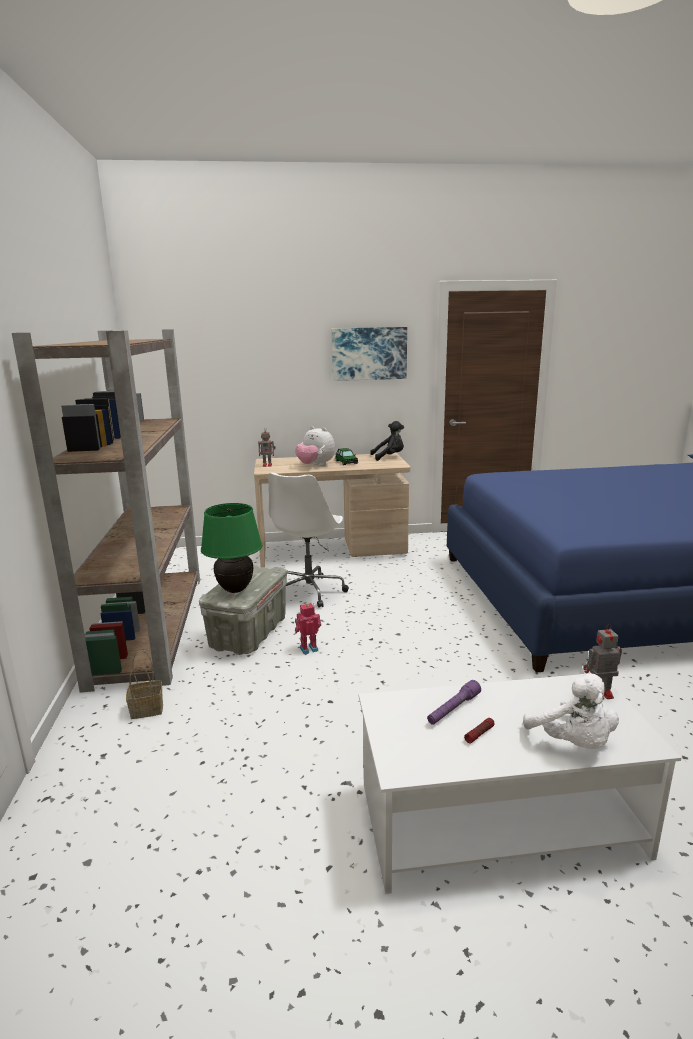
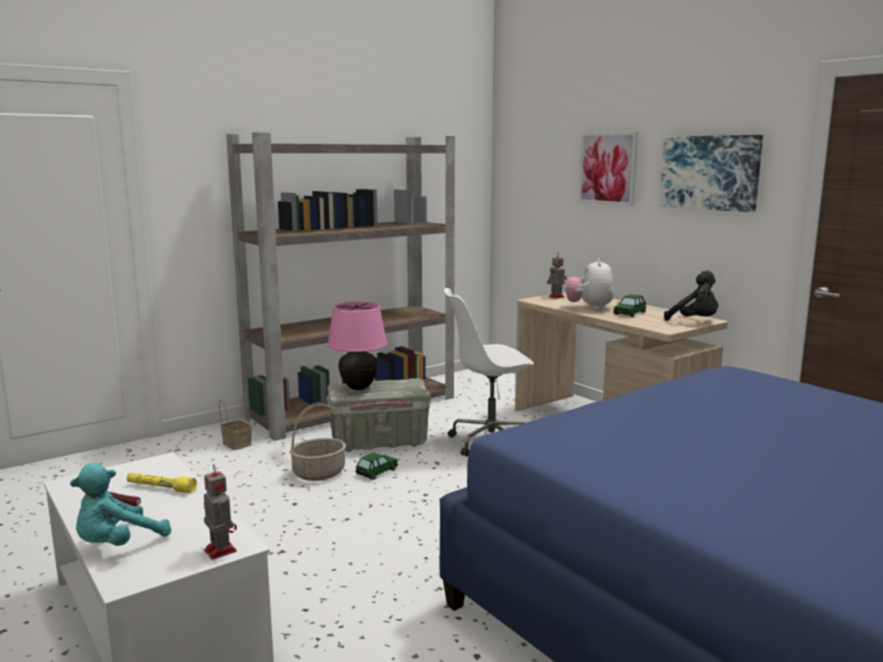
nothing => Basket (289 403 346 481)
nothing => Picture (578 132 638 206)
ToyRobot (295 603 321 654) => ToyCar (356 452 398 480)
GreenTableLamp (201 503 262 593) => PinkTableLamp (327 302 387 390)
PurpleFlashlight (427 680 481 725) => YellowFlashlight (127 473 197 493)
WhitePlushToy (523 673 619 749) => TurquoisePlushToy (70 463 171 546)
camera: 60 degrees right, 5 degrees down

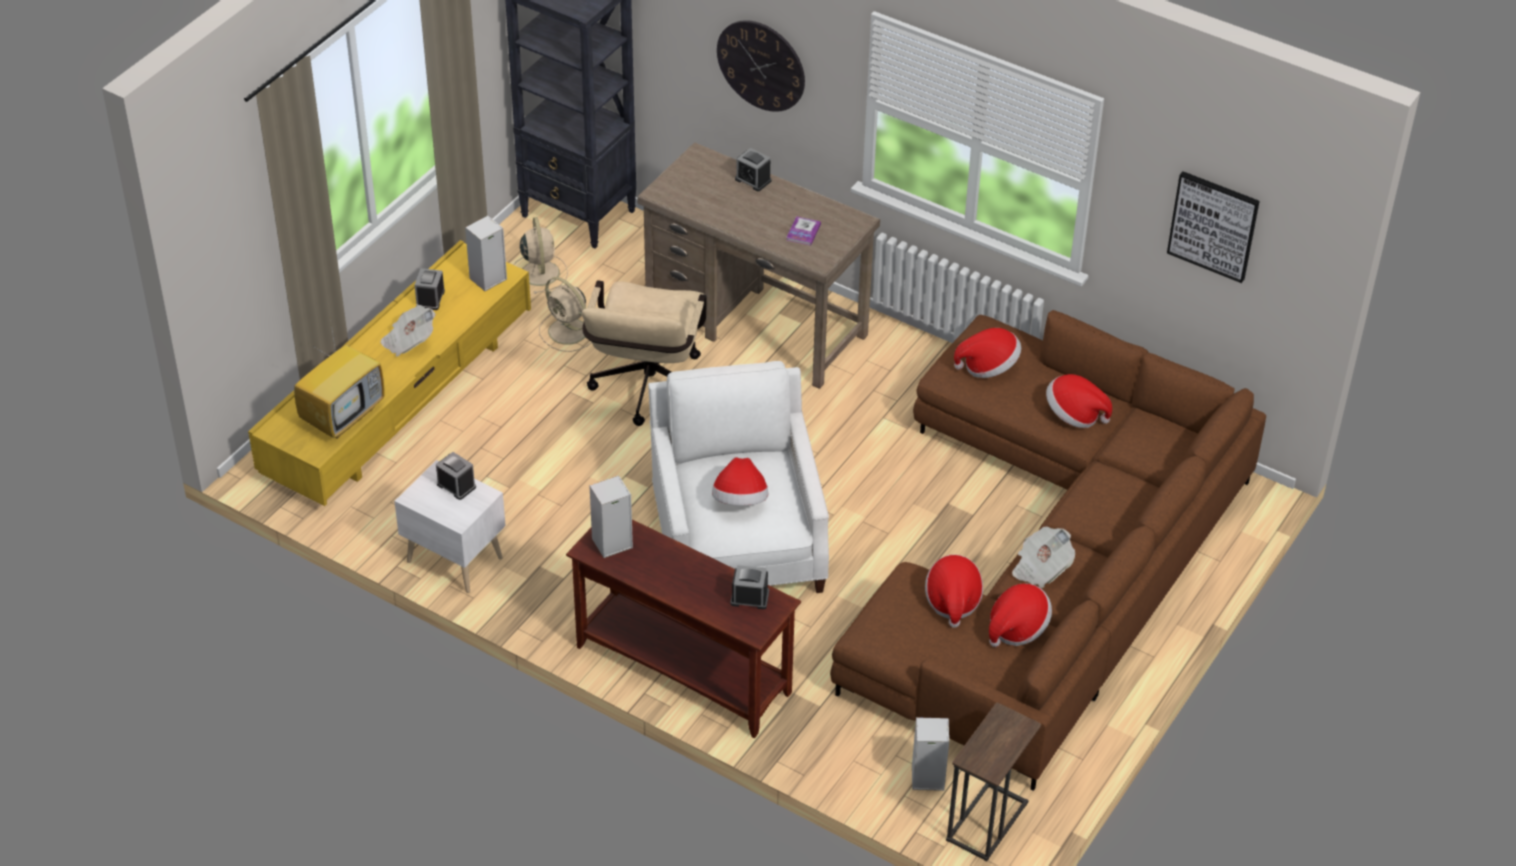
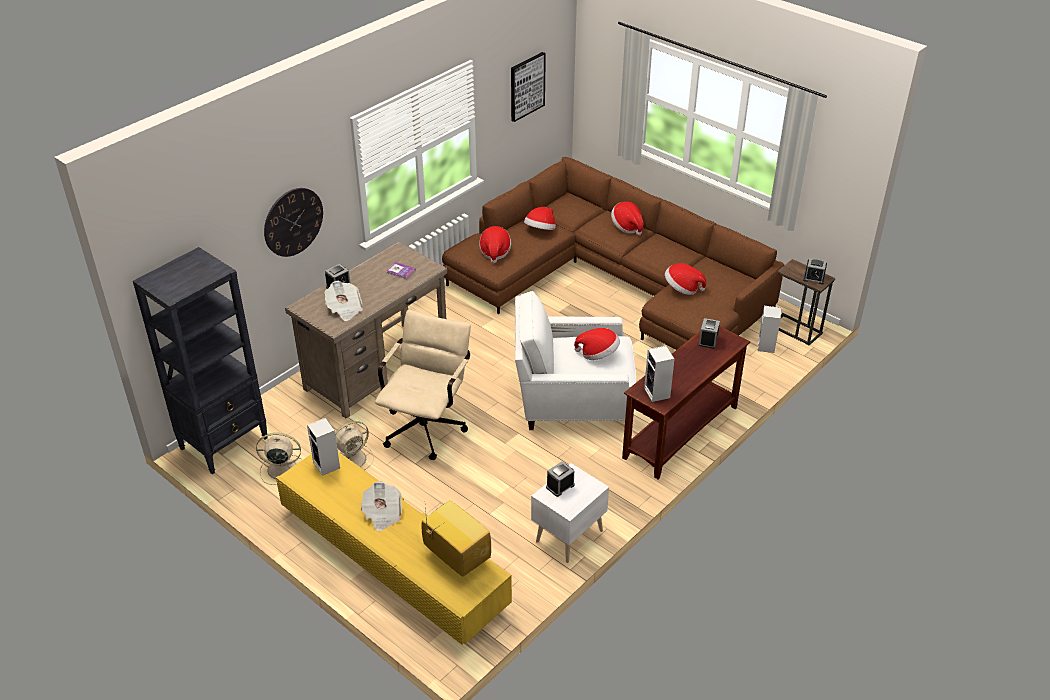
AlarmClock (414 268 445 310) => AlarmClock (803 258 827 285), relocated
Hat (989 583 1052 647) => Hat (611 202 643 235), relocated
Newspaper (1012 526 1075 588) => Newspaper (325 281 363 321), relocated
BeigeOfficeChair (582 280 707 426) => BeigeOfficeChair (375 310 471 460), 90 degrees counterclockwise
camera: 80 degrees left, 5 degrees down

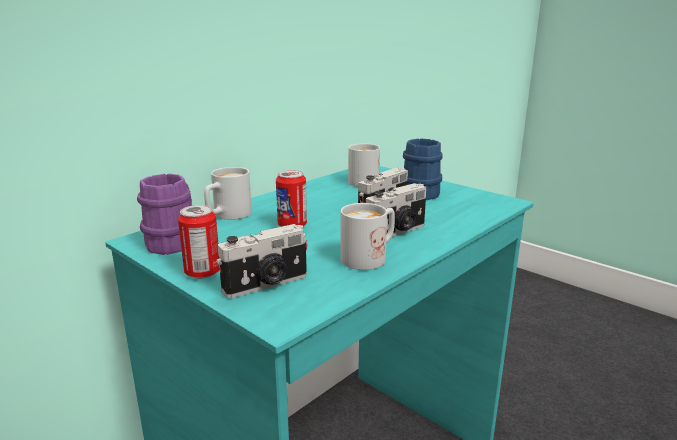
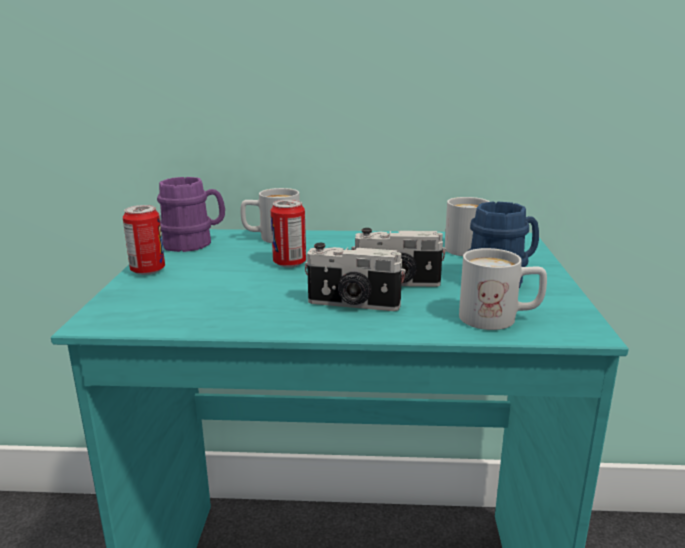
PhotoCamera (216 224 308 298) => nothing
WhiteMug (340 203 395 270) => WhiteMug (459 248 547 330), relocated
camera: 50 degrees right, 0 degrees up

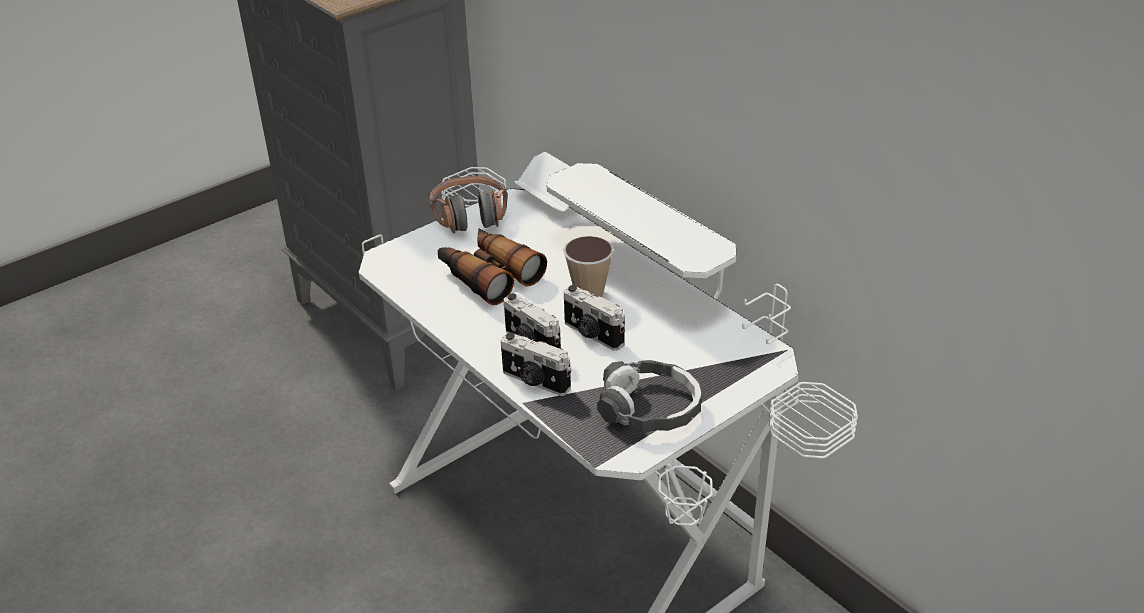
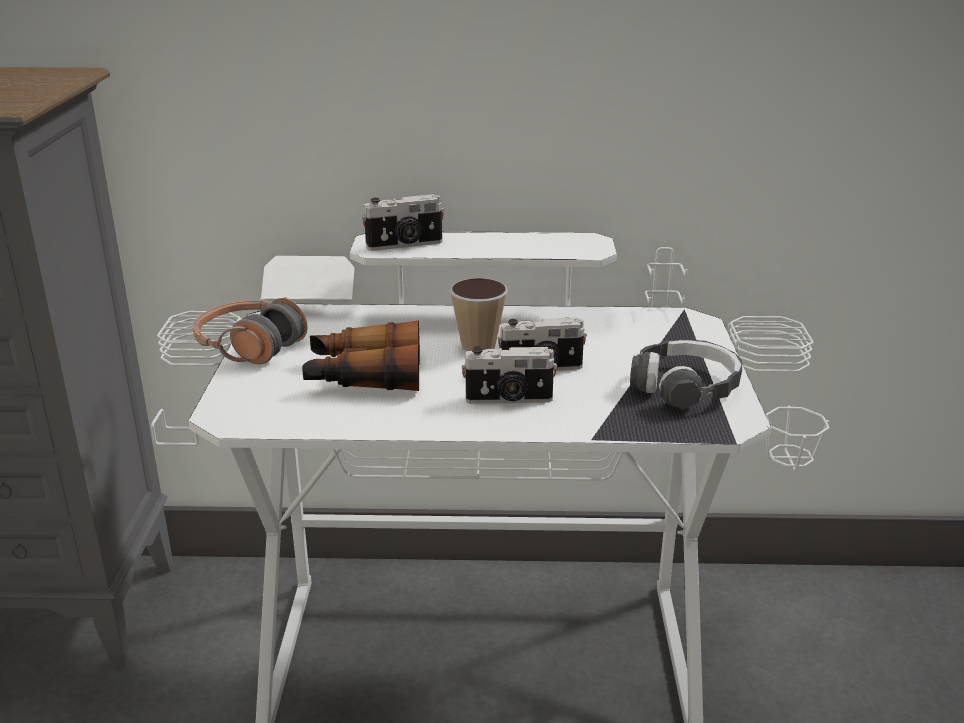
PhotoCamera (501 332 571 396) => PhotoCamera (362 194 444 251), relocated
camera: 50 degrees left, 10 degrees down

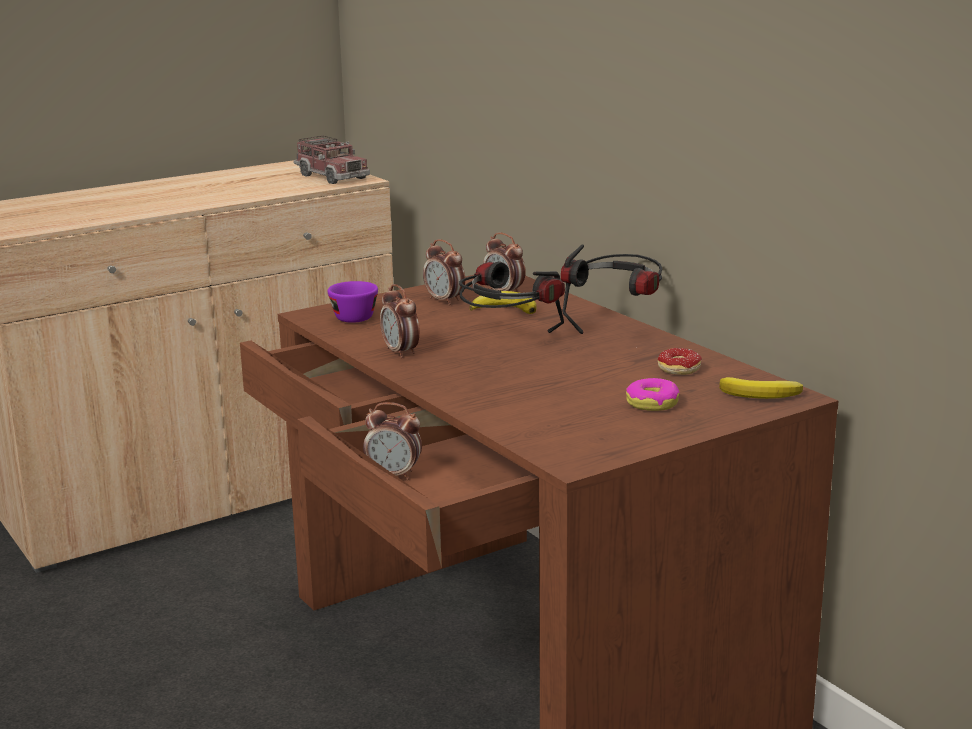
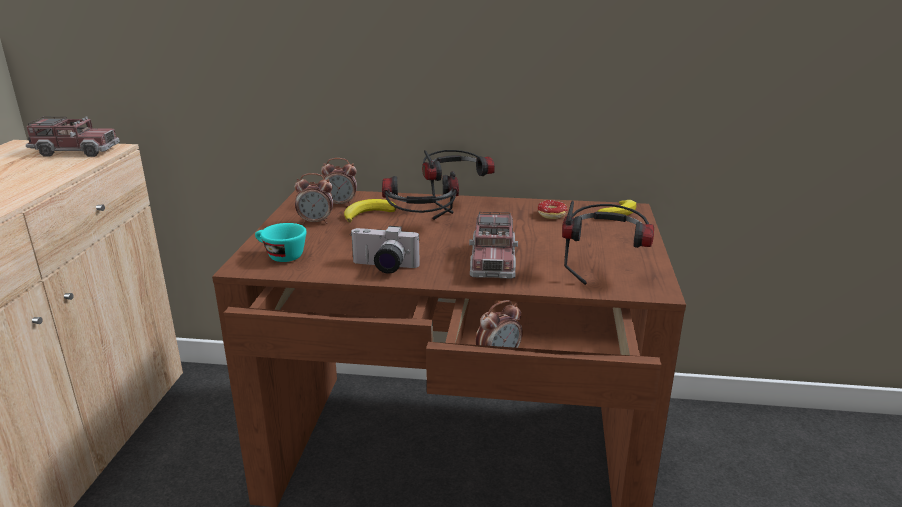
Donut (626 378 680 411) => nothing
nothing => ToyTruck (469 212 518 279)
nothing => Headphones (562 201 654 285)
AlarmClock (380 284 420 358) => PhotoCamera (350 226 420 274)
PurpleCup (328 281 378 323) => TurquoiseCup (255 223 306 262)
camera: 50 degrees left, 5 degrees up

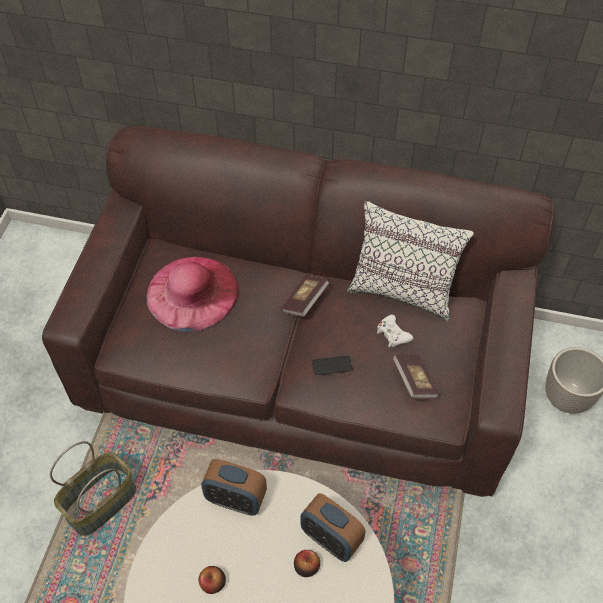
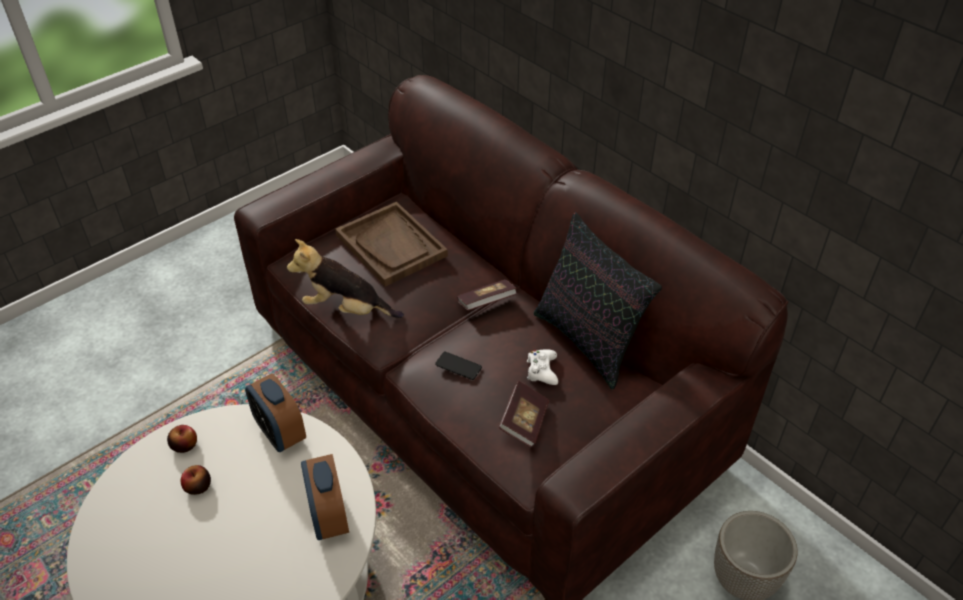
Basket (50 441 136 536) => nothing
nothing => PlushToy (287 239 404 318)
Apple (294 550 320 577) => Apple (167 425 197 453), relocated
PinkHat (147 257 239 332) => BrownTray (335 202 448 287)
WhitePillow (347 201 474 321) => BlackPillow (534 212 662 390)
camera: 35 degrees right, 10 degrees down

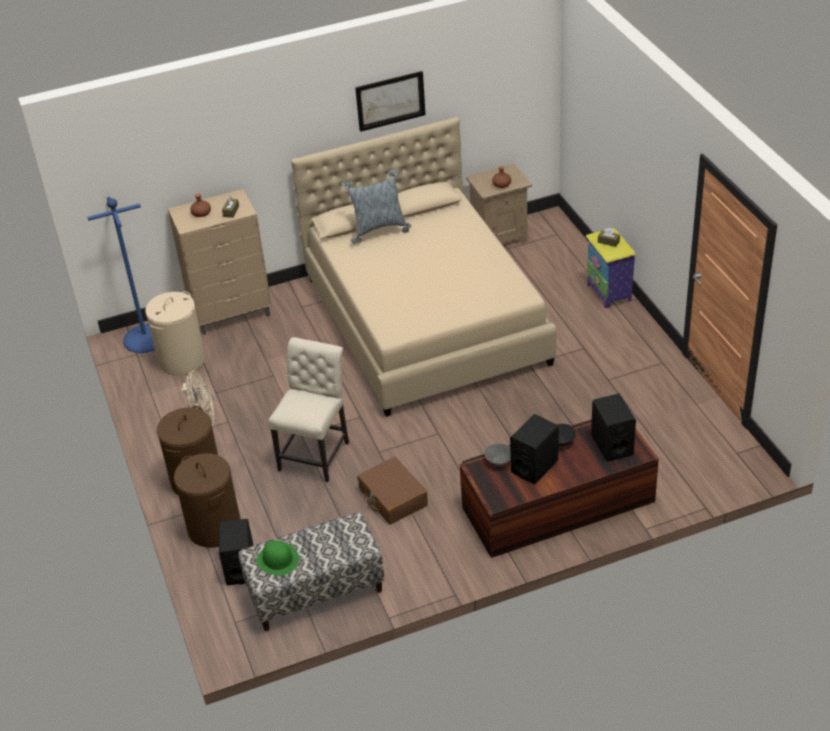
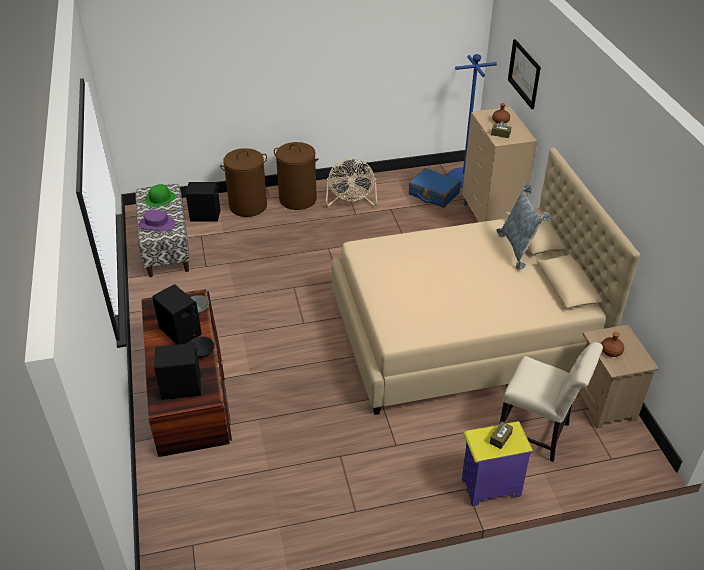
BrownSuitcase (358 457 428 524) => nothing
nothing => PurpleHat (139 209 176 232)
BeigeChair (268 337 349 482) => BeigeChair (500 342 603 462), relocated
Picture (355 71 426 132) => Picture (508 39 541 109), relocated
BeigeLaundryBasket (145 291 205 375) => BlueSuitcase (409 168 461 208)
camera: 95 degrees right, 0 degrees up

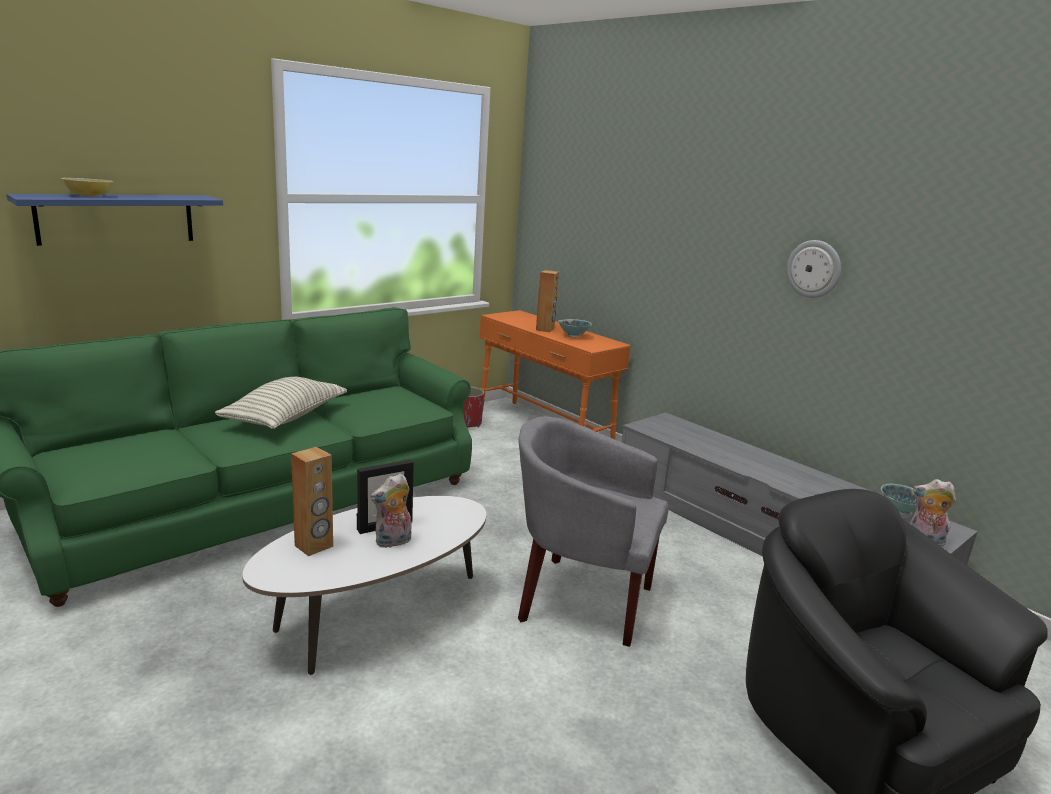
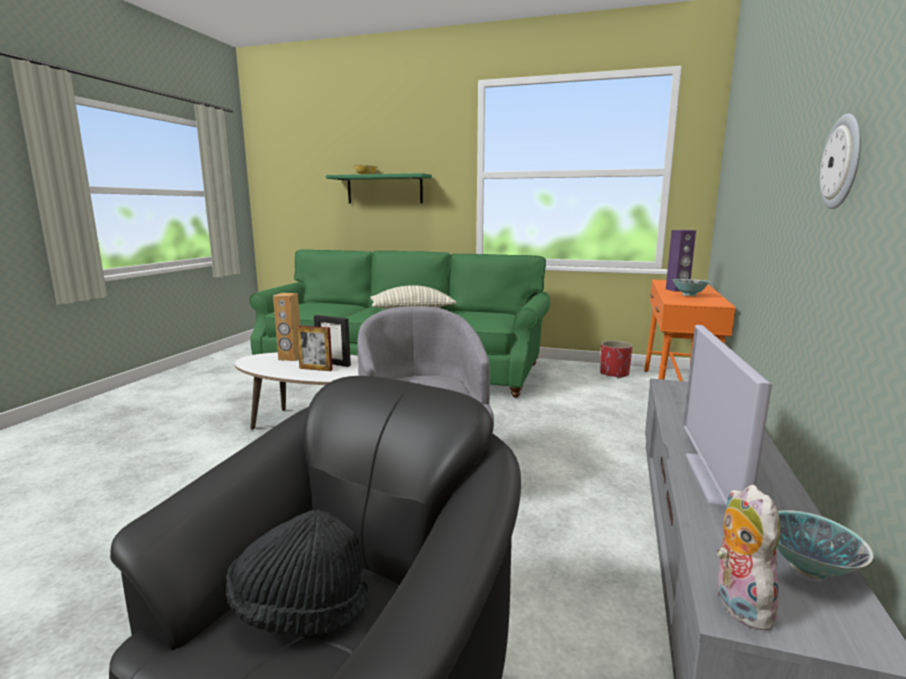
nothing => BlackHat (226 510 368 636)
nothing => Television (683 325 772 506)
PlushToy (370 473 412 548) => PictureFrame (296 326 333 371)
BlueShelf (6 194 223 246) => GreenShelf (326 173 432 204)
BrownSpeaker (536 270 559 332) => PurpleSpeaker (666 230 696 292)
camera: 60 degrees right, 5 degrees down

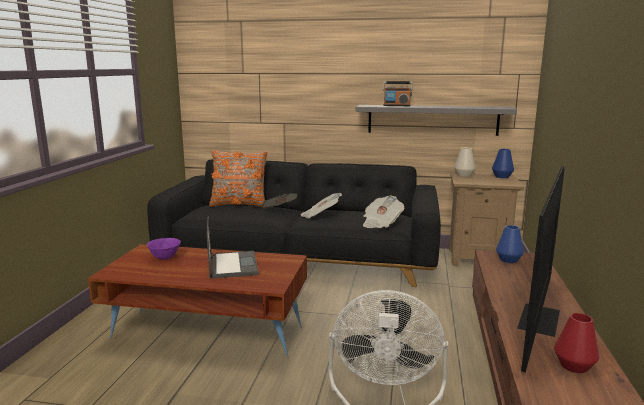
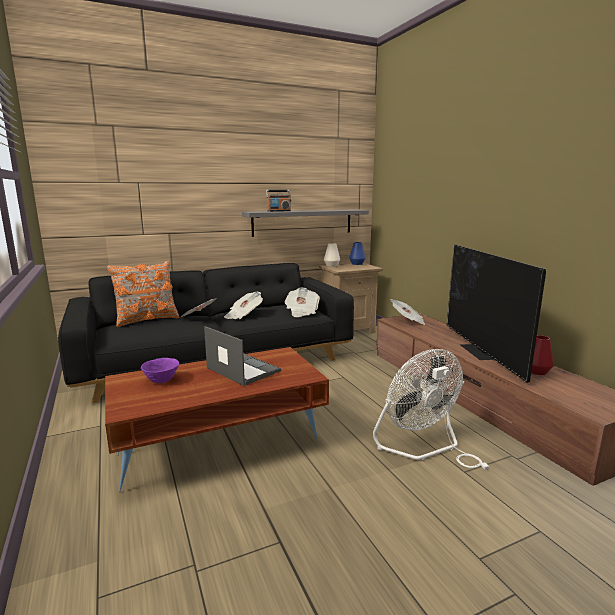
BlueVase (496 225 524 263) => Newspaper (391 299 425 325)
camera: 35 degrees left, 0 degrees up

